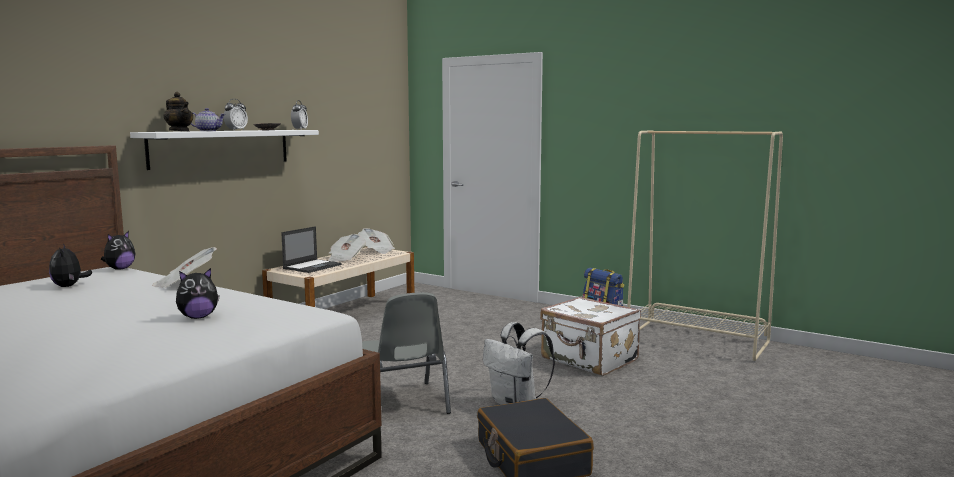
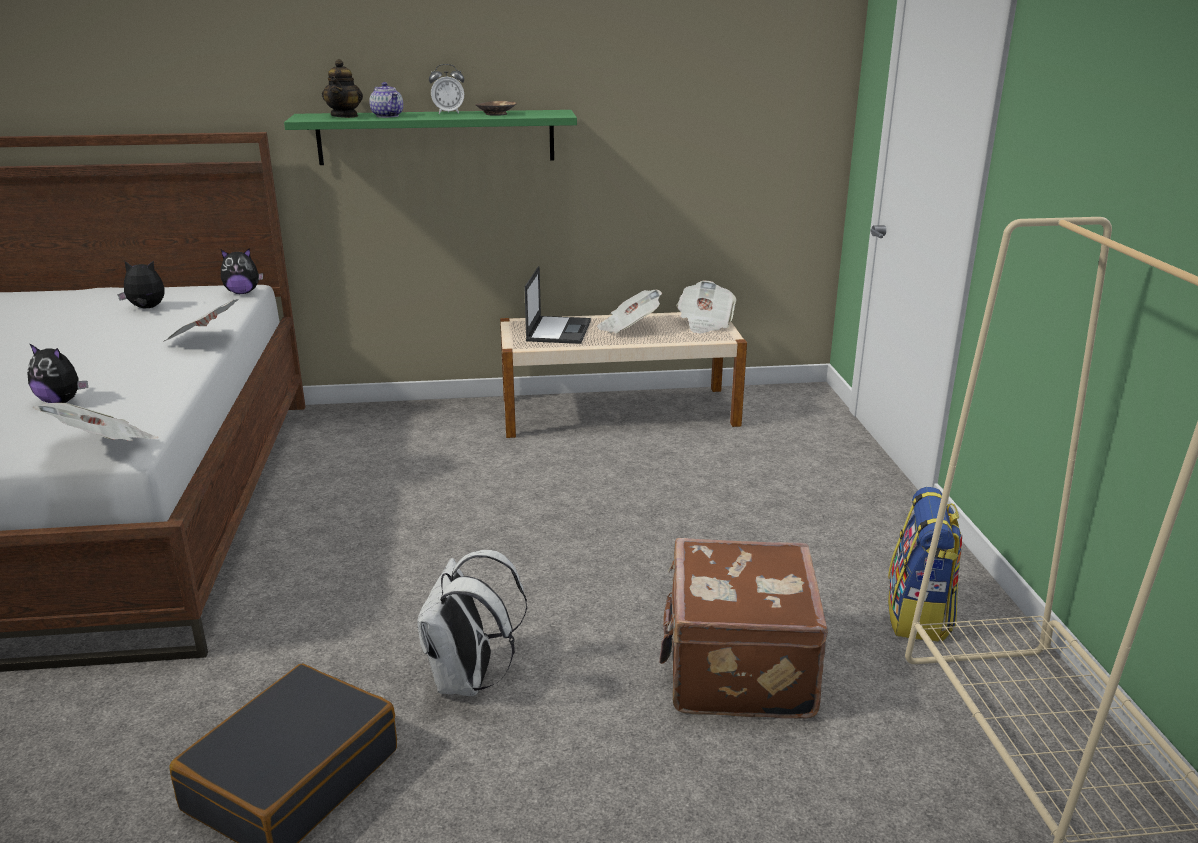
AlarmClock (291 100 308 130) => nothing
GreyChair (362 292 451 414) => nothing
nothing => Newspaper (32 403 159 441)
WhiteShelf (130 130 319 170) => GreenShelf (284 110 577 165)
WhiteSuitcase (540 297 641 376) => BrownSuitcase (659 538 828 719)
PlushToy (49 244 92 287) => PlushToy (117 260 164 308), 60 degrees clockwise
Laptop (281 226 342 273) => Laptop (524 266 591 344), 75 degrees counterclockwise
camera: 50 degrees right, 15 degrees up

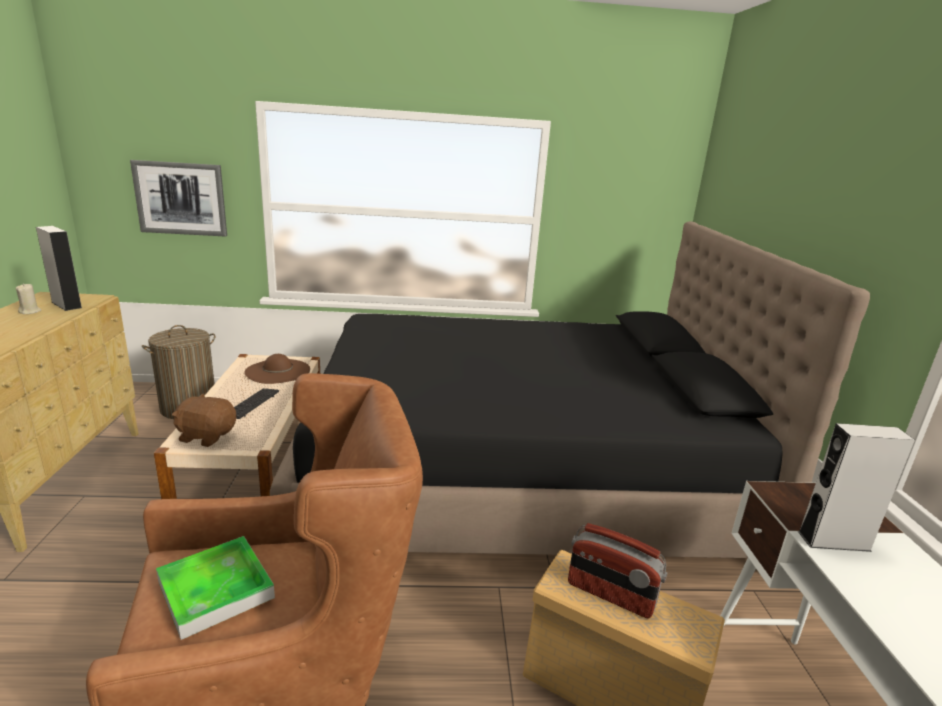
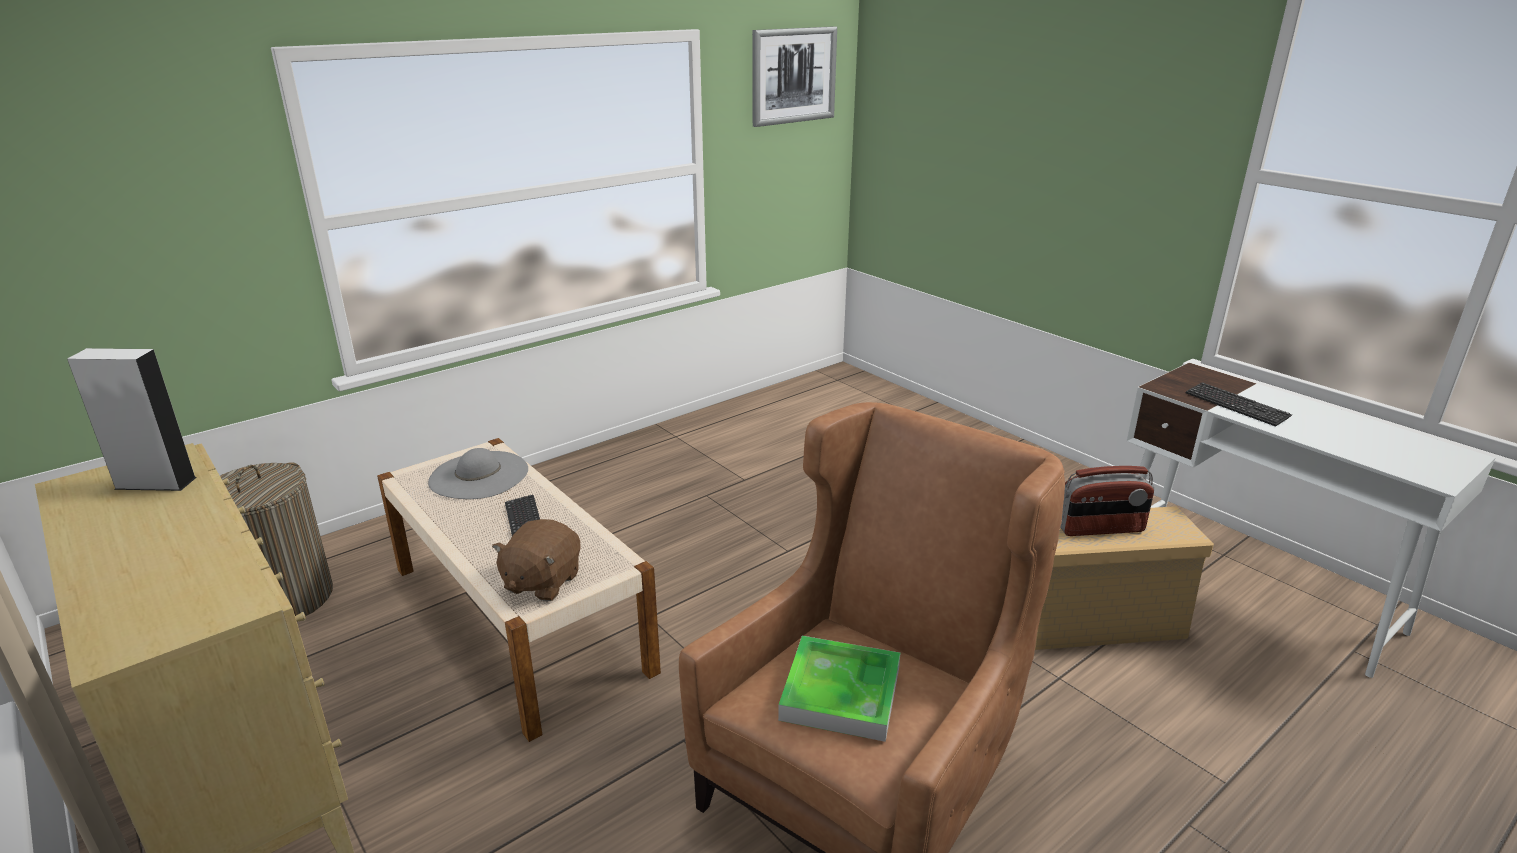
BeigeCandle (16 283 41 314) => nothing
BlackBed (270 221 870 558) => nothing
Picture (130 160 227 237) => Picture (752 26 837 127), relocated
GreySpeaker (798 423 915 552) => Keyboard (1186 382 1292 426)
BrownHat (244 354 310 384) => GreyHat (428 448 528 499)
BrownPlushToy (172 393 236 447) => BrownPlushToy (492 519 581 602), 45 degrees counterclockwise
camera: 35 degrees left, 5 degrees up

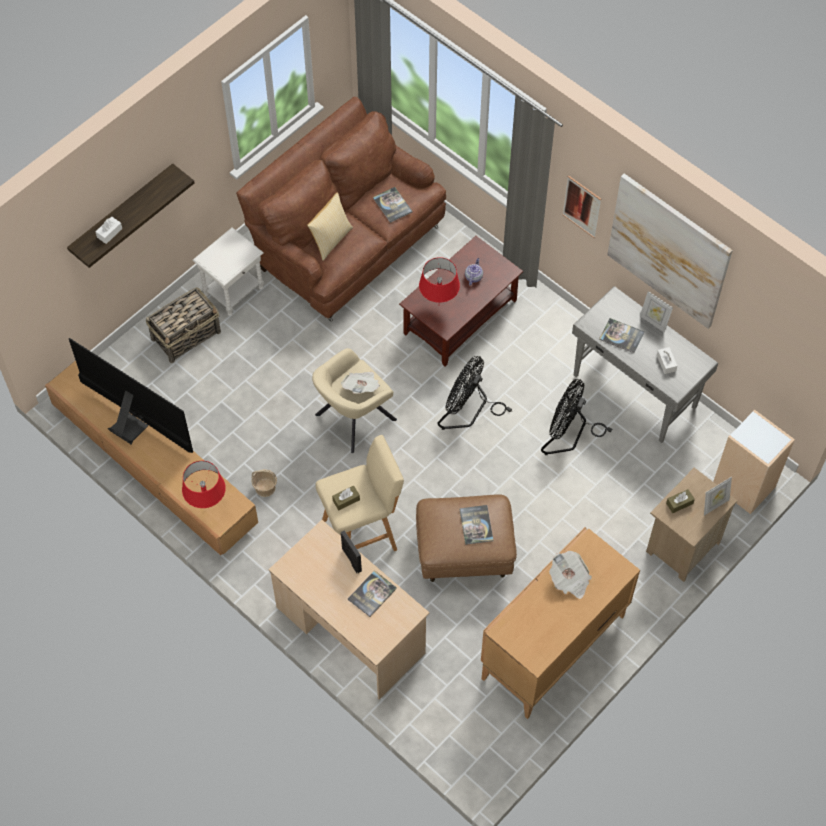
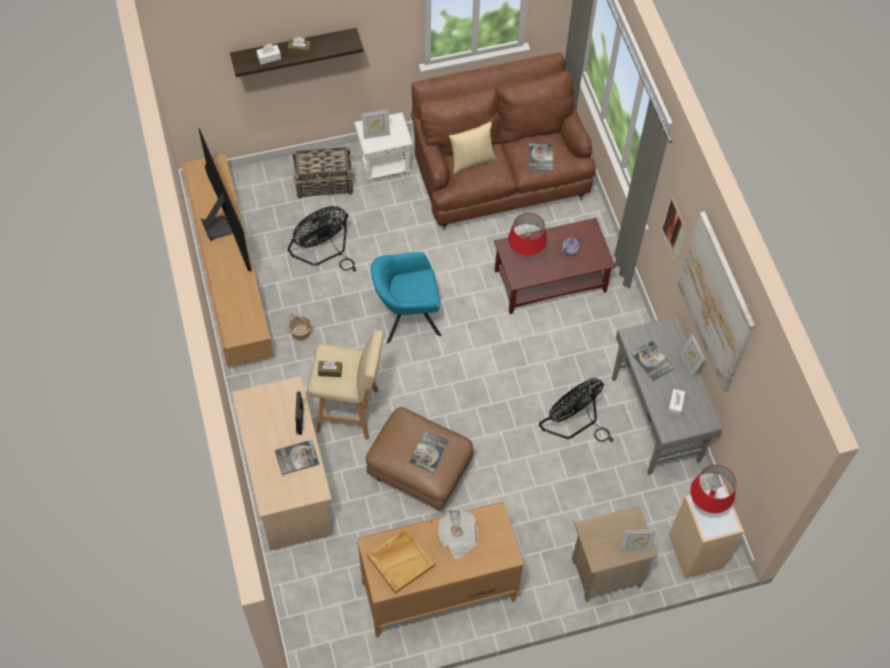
Newspaper (341 372 380 394) => nothing
nothing => PictureFrame (362 110 390 139)
nothing => BeigeTray (367 527 435 594)
RedTableLamp (182 461 226 508) => RedTableLamp (690 465 736 513), relocated
BlackFan (438 356 512 430) => BlackFan (288 206 356 272), relocated
BrownTissueBox (666 489 695 513) => BrownTissueBox (288 37 311 56), relocated
BeigeArmchair (312 348 397 453) => TurquoiseArmchair (371 252 441 343)
camera: 30 degrees right, 0 degrees up

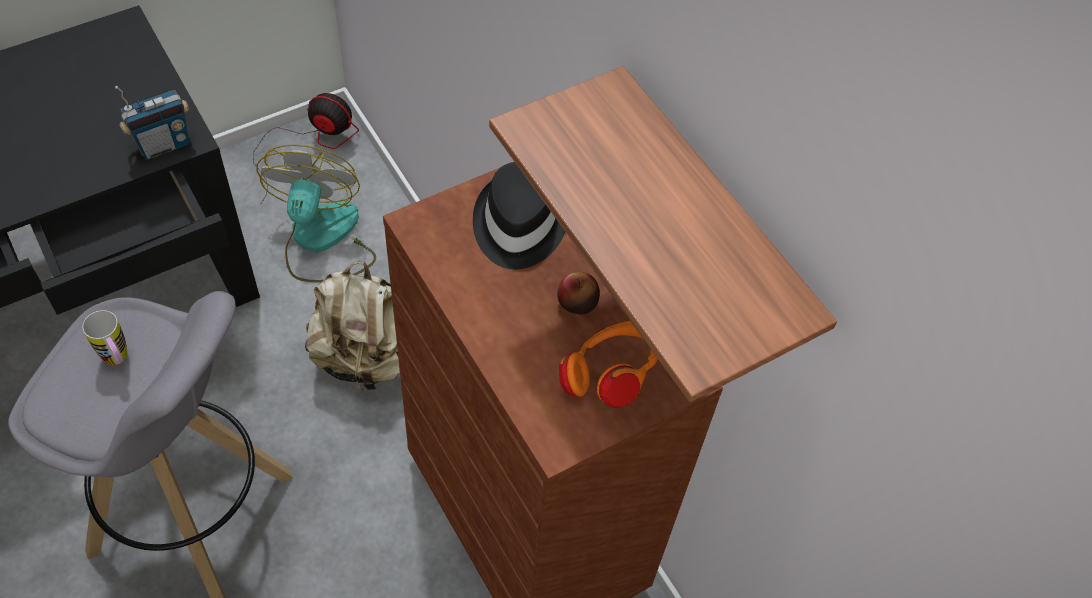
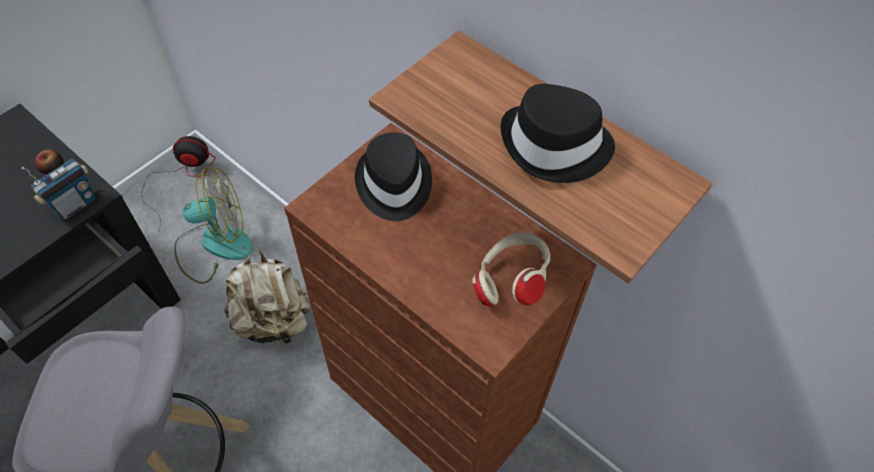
Mug (83 310 127 365) => nothing
nothing => BlackHat (501 84 615 183)
Apple (557 272 600 314) => Apple (35 150 64 175), relocated
OrangeHeadphones (559 321 658 408) => BeigeHeadphones (473 232 550 306)
Fan (256 145 376 283) => Fan (174 167 253 284), 90 degrees clockwise
camera: 15 degrees left, 0 degrees up

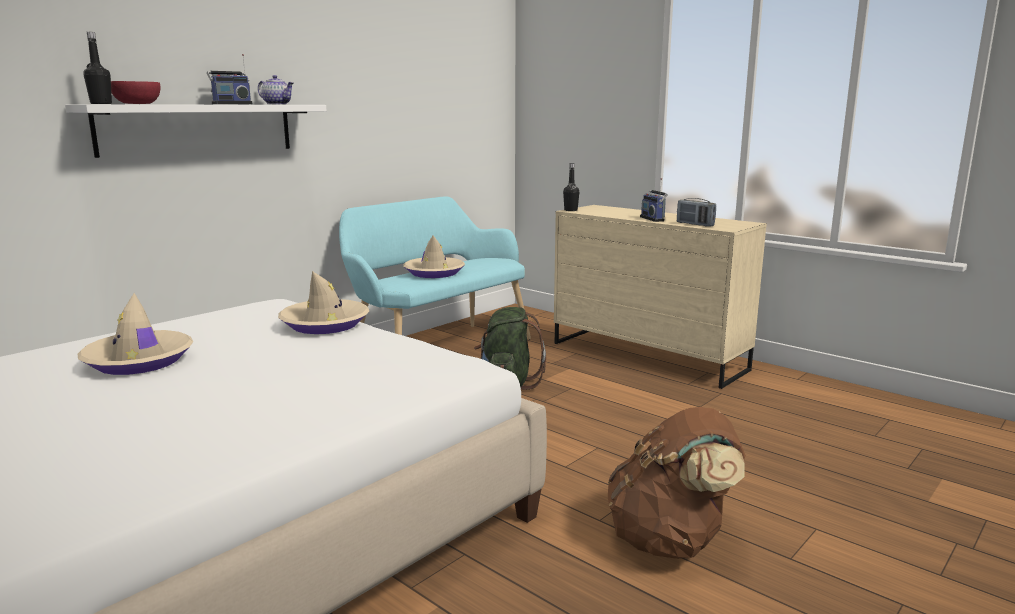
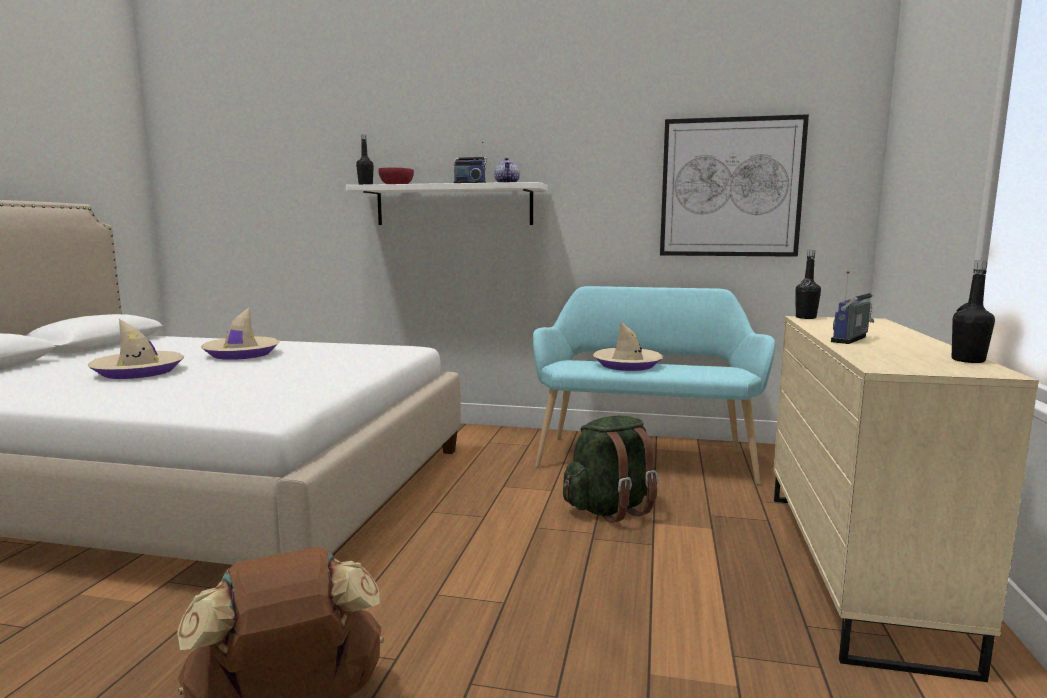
Radio (677 198 716 227) => nothing
nothing => Picture (660 114 809 257)
nothing => BlackBottle (952 260 995 363)
BeigeHat (278 271 369 334) => BeigeHat (88 319 184 379), relocated
camera: 60 degrees right, 5 degrees down

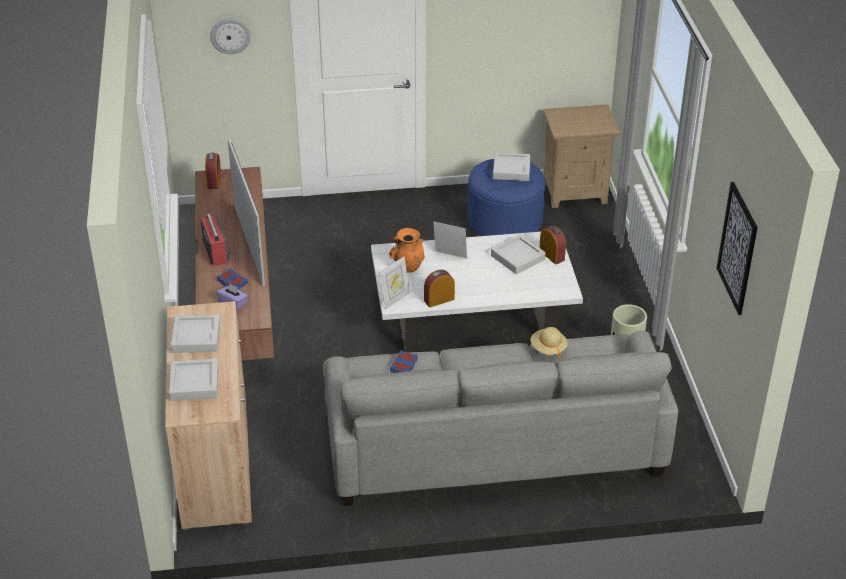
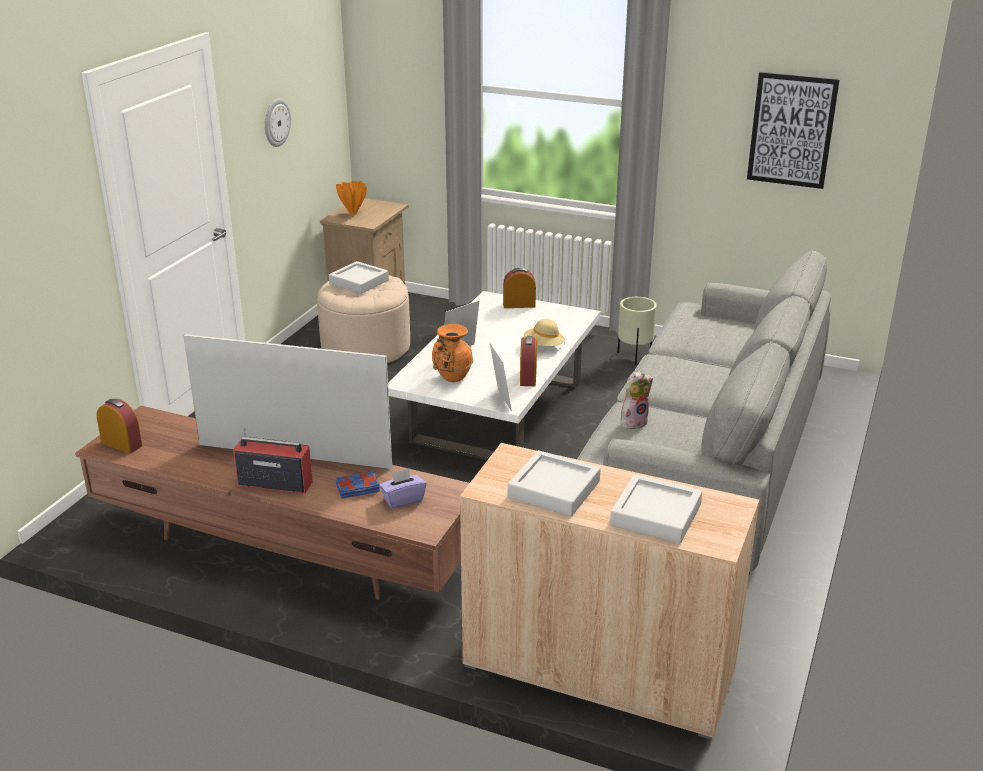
GreyTray (491 234 546 274) => nothing
nothing => OrangeVase (336 181 367 215)
WallClock (210 19 251 54) => WallClock (265 98 291 147), relocated
BeigeHat (531 327 568 359) => BeigeHat (524 319 565 346), relocated
BlueBook (390 350 418 373) => PlushToy (621 370 653 429)
BlueOttoman (468 159 545 236) => BeigeOttoman (317 275 410 363)
camera: 60 degrees left, 10 degrees down

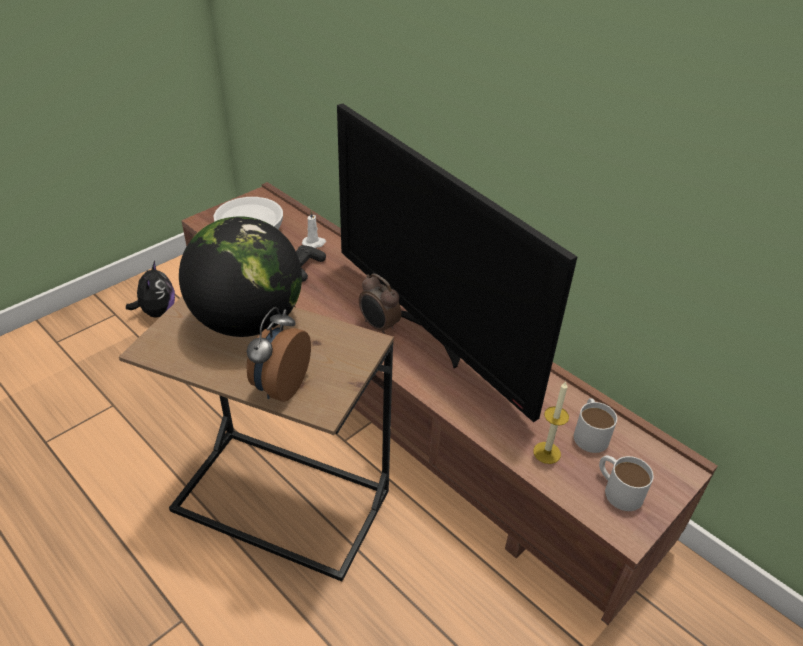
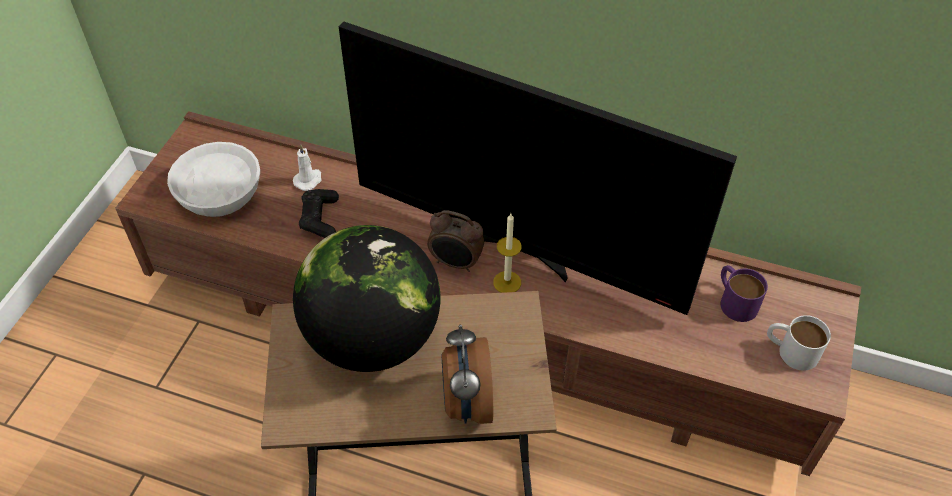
PlushToy (126 261 175 317) => nothing
Candle (533 381 569 464) => Candle (493 214 522 293), relocated
WhiteMug (574 398 617 453) => PurpleMug (721 265 768 322)
camera: 25 degrees left, 10 degrees up

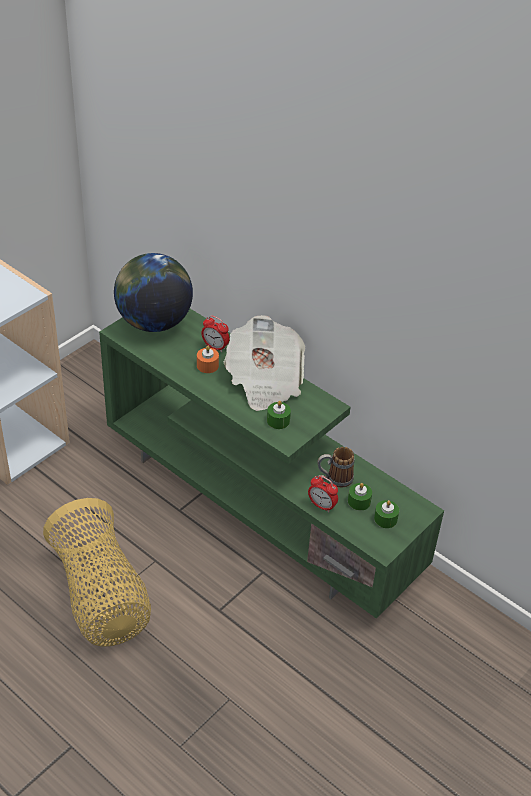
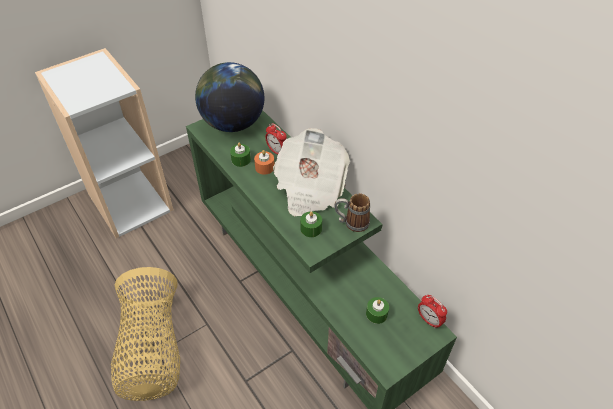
AlarmClock (308 475 338 512) => AlarmClock (418 295 447 328), relocated
Mug (317 447 354 488) => Mug (334 193 370 232), relocated
GreenCandle (374 500 399 528) => GreenCandle (230 142 251 167), relocated
camera: 15 degrees right, 5 degrees up

